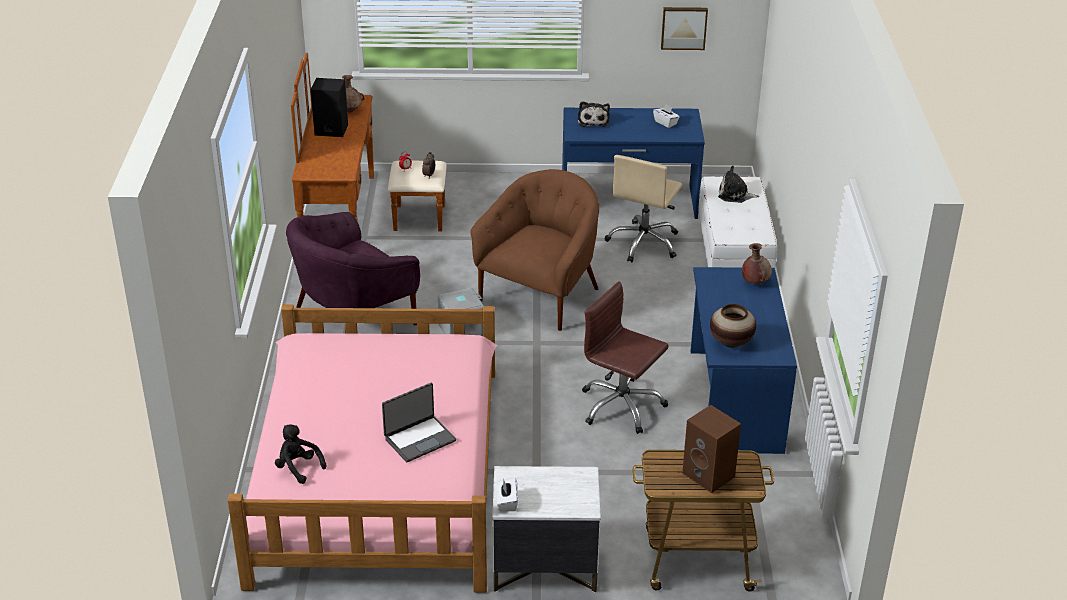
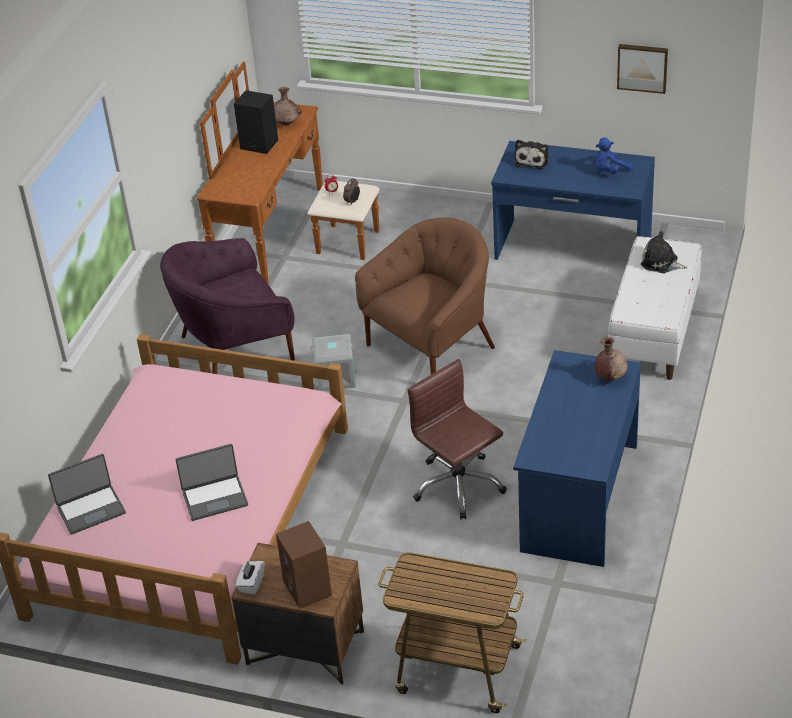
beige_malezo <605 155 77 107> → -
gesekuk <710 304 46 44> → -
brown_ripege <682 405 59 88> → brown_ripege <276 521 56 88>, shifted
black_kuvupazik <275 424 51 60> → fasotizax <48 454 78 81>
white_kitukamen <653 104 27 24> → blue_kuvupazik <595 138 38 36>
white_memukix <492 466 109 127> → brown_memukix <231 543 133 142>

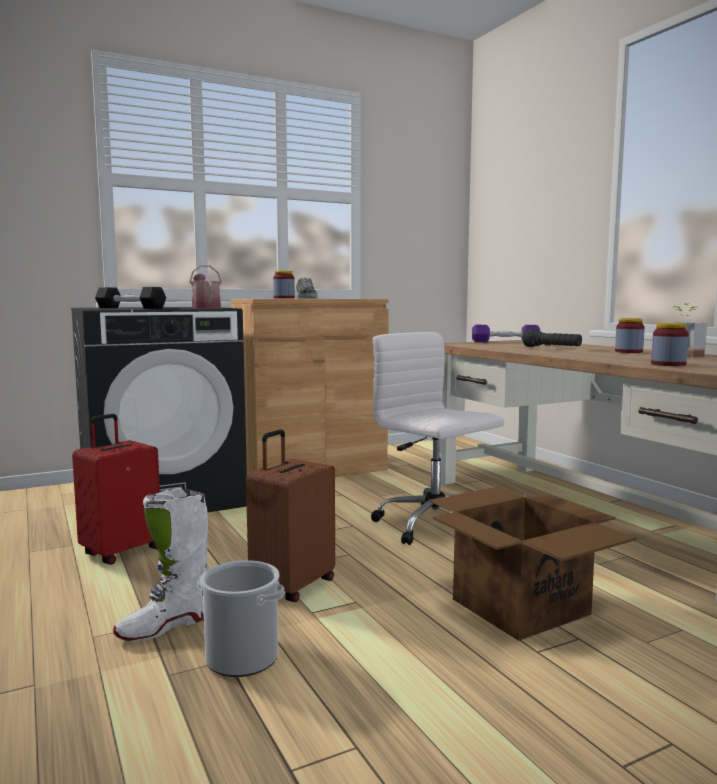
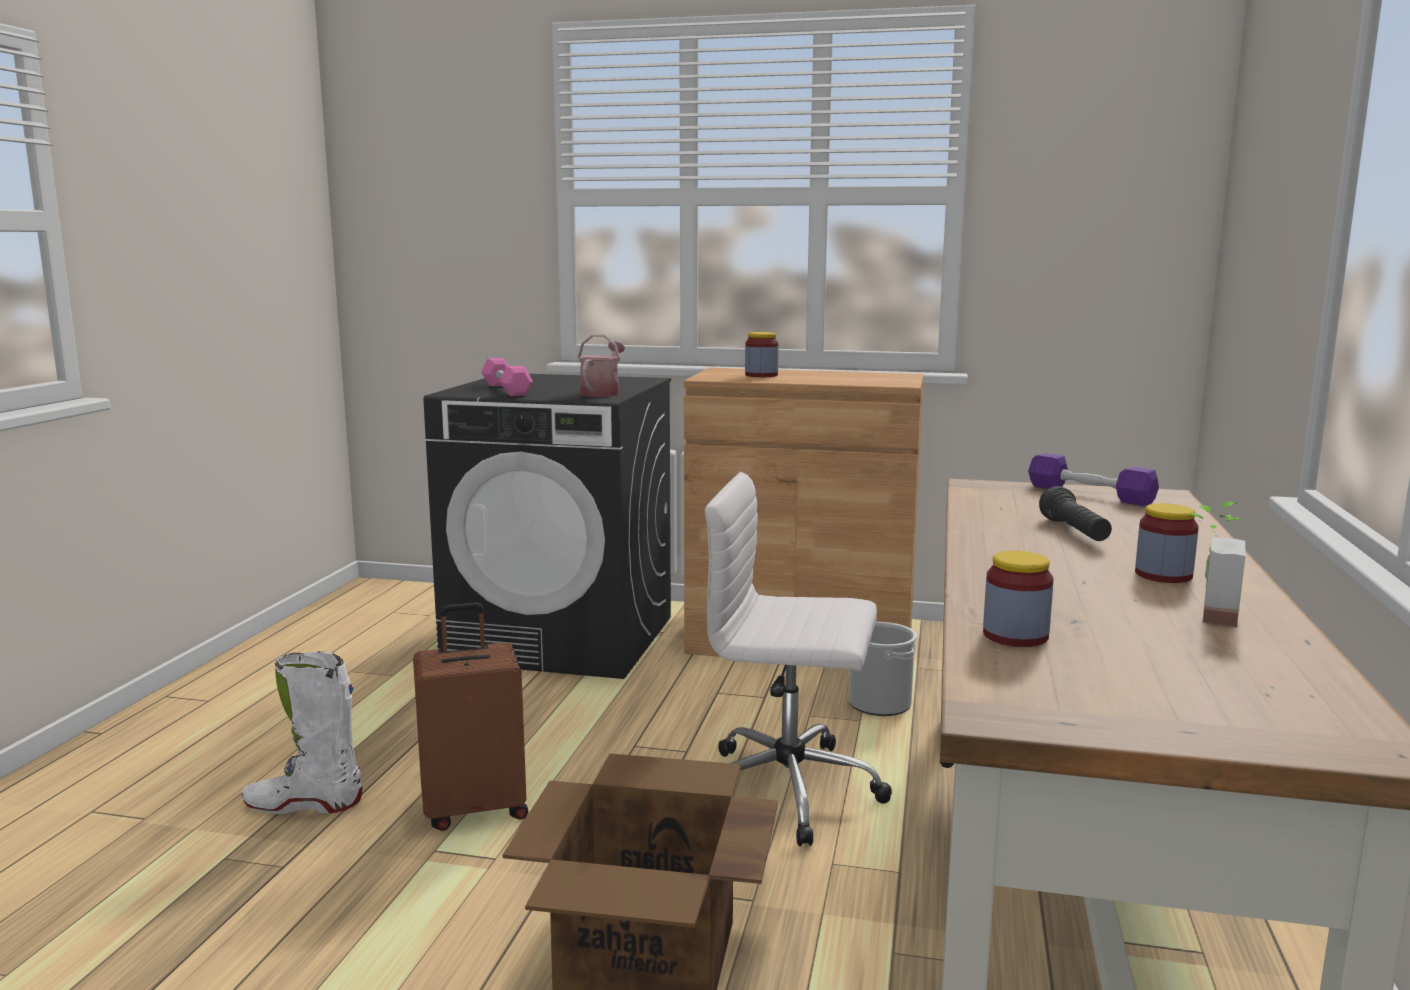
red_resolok <72 414 88 151> → -
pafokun <296 277 22 22> → -
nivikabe <198 560 86 117> → nivikabe <849 622 68 94>, shifted
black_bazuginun <95 287 71 22> → pink_bazuginun <481 358 52 38>
white_malezo <371 332 133 213> → white_malezo <705 472 187 374>, 75 degrees counterclockwise

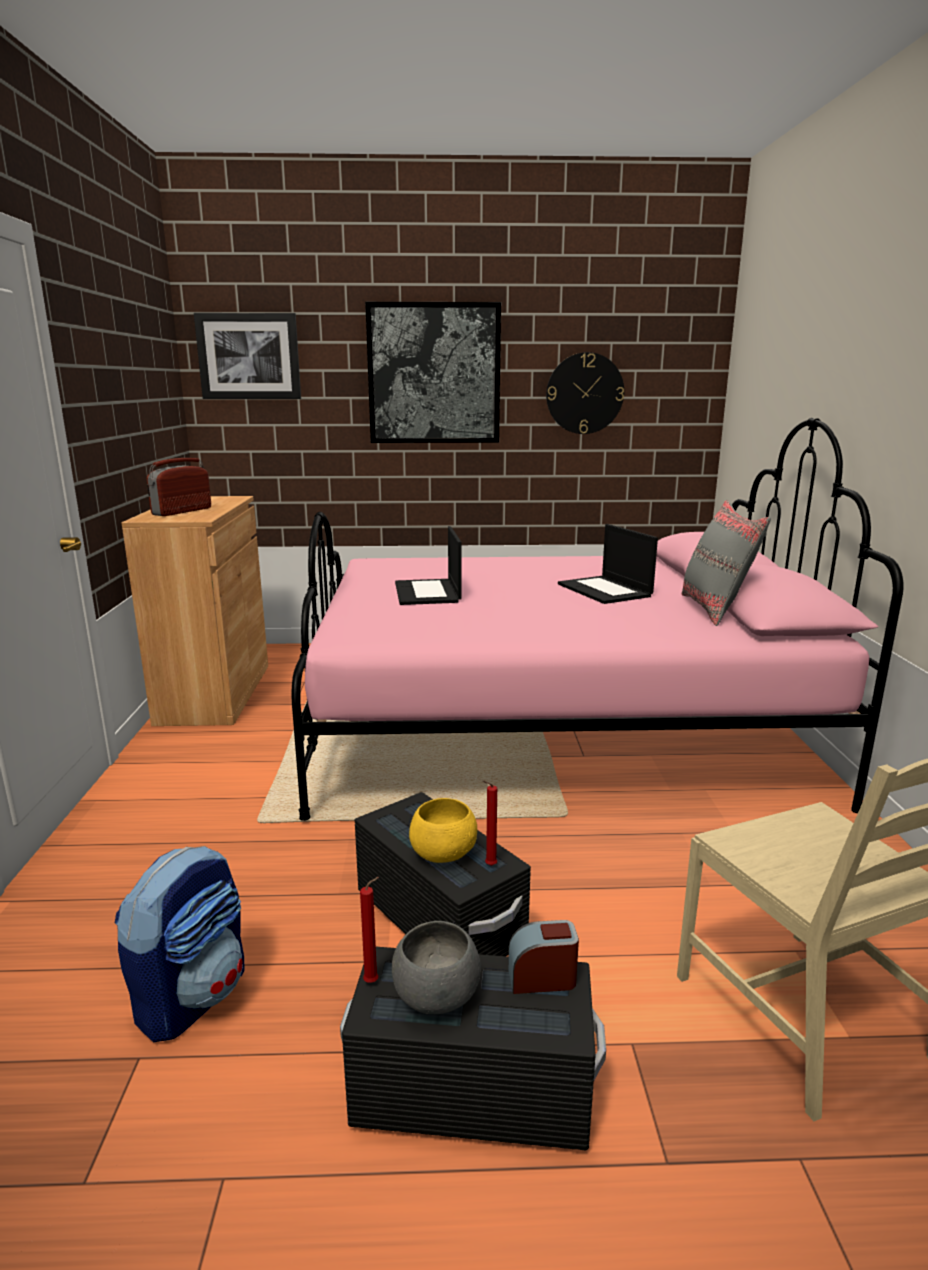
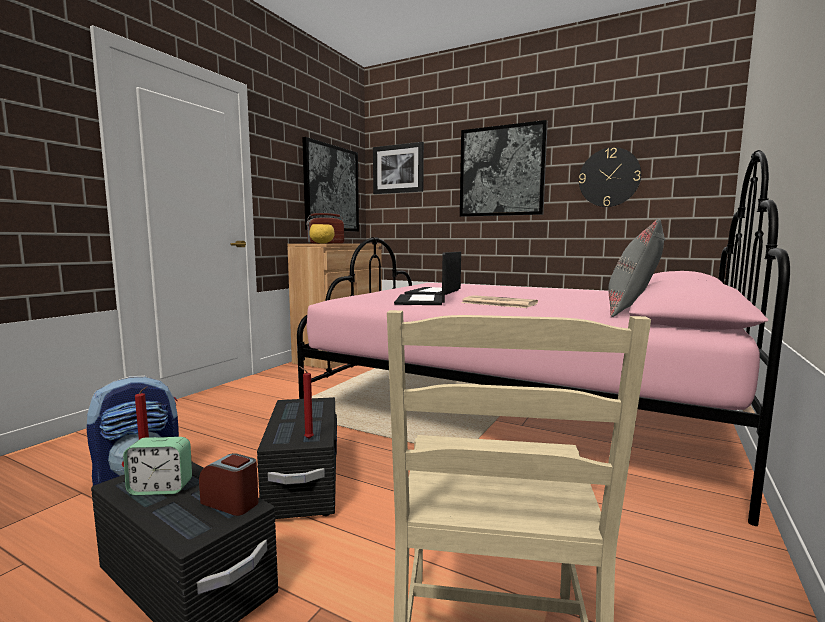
- → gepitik <302 137 57 95>
- → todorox <461 295 77 13>
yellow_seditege <409 798 68 65> → yellow_seditege <309 224 26 20>, shifted
fasotizax <558 524 100 80> → fasotizax <394 253 51 52>, shifted
grey_seditege <392 921 89 93> → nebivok <123 437 69 58>

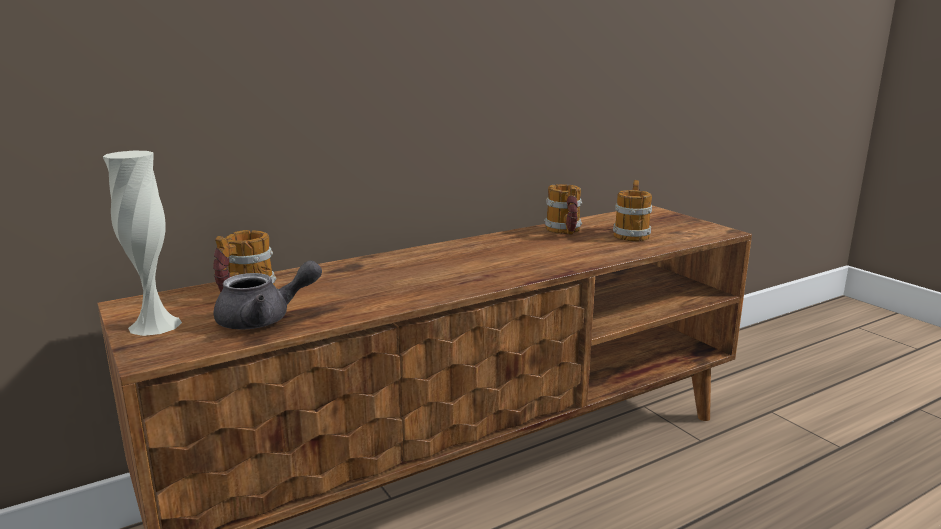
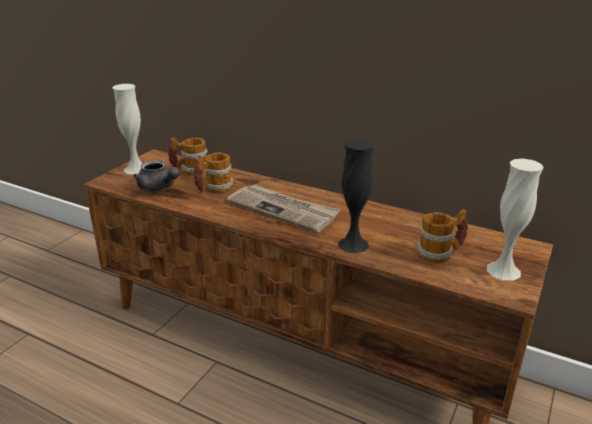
- → todorox <227 185 113 47>
- → black_gesekuk <338 139 36 114>
- → white_gesekuk <487 158 57 122>
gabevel <544 184 38 51> → gabevel <193 152 40 41>, shifted

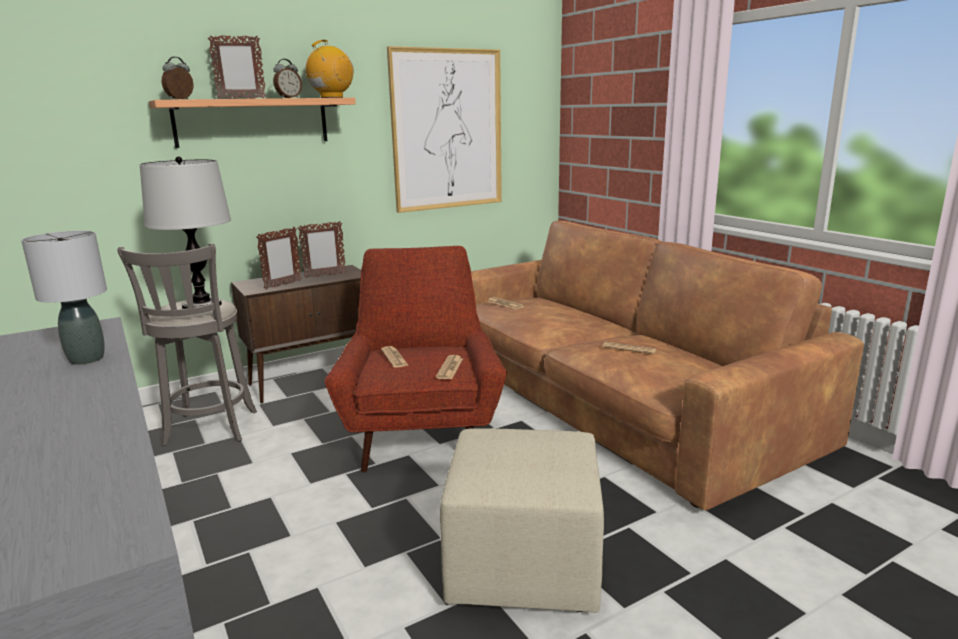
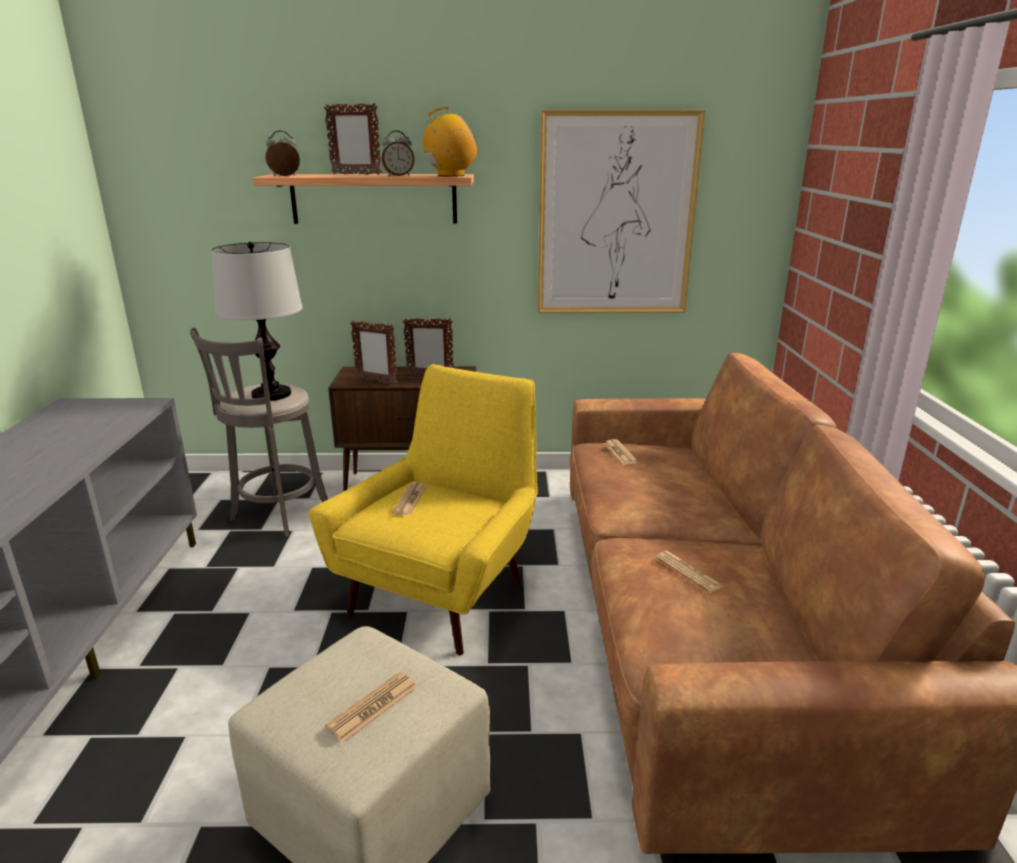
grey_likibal <21 231 86 134> → -
todorox <436 355 27 24> → todorox <325 672 93 71>, shifted
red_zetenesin <324 246 183 226> → yellow_zetenesin <309 364 229 291>
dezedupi <256 227 46 63> → dezedupi <350 321 48 64>, 45 degrees clockwise

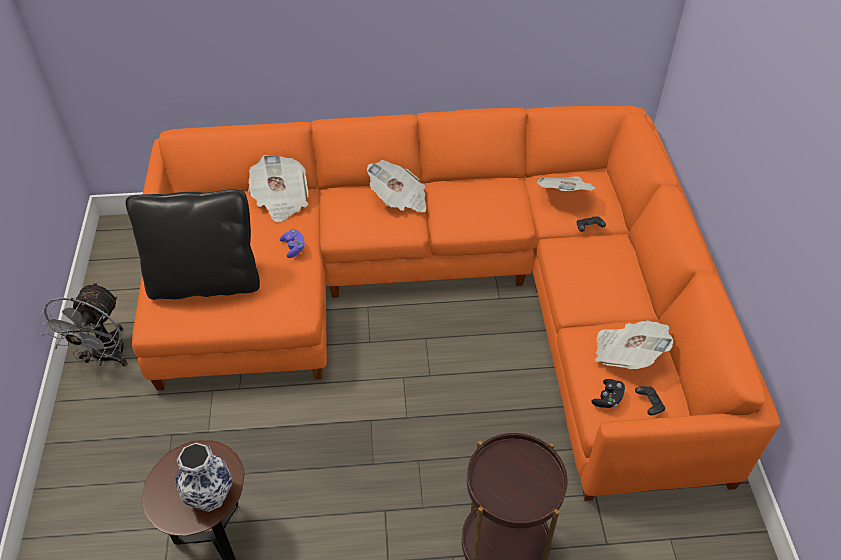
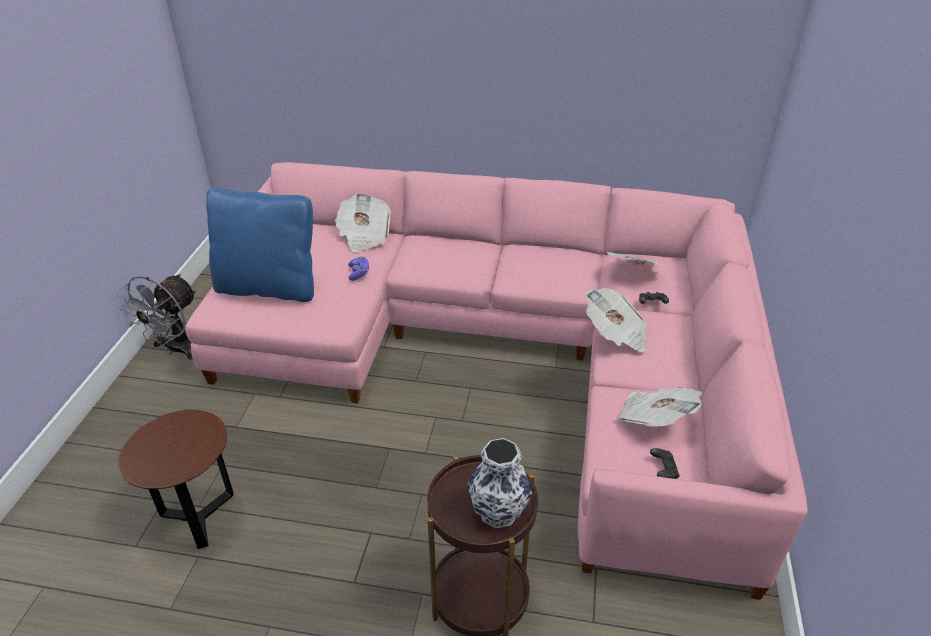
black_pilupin <591 379 34 29> → -
gesekuk <175 443 57 69> → gesekuk <467 438 65 90>, shifted
todorox <367 160 59 53> → todorox <586 288 62 65>, shifted
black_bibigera <126 189 134 111> → blue_bibigera <206 188 108 114>
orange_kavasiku <132 106 649 395> → pink_kavasiku <185 162 623 438>

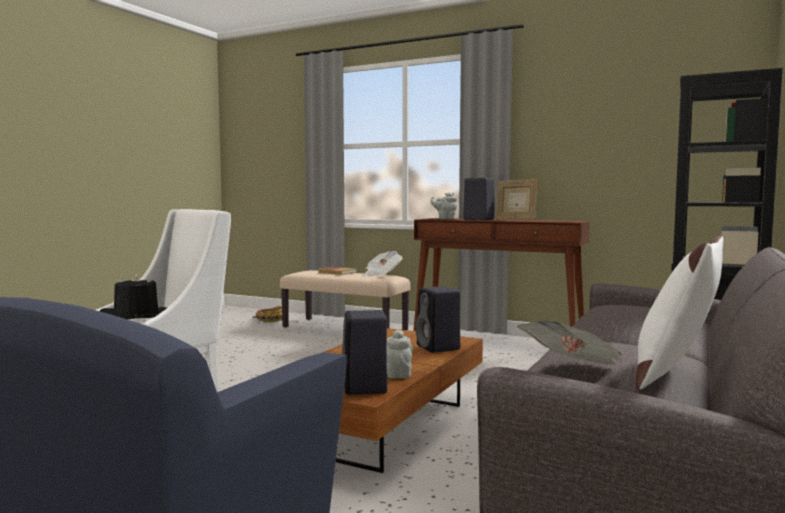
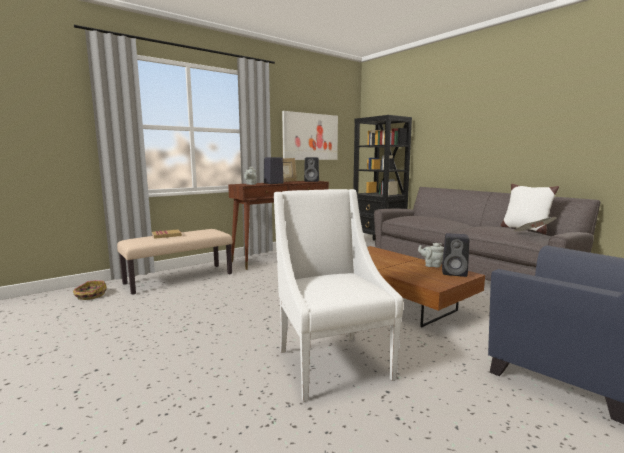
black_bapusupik <100 274 68 45> → -
todorox <364 251 38 26> → -
- → gepitik <282 111 56 49>
black_ripege <416 286 44 67> → black_ripege <304 157 15 25>, shifted

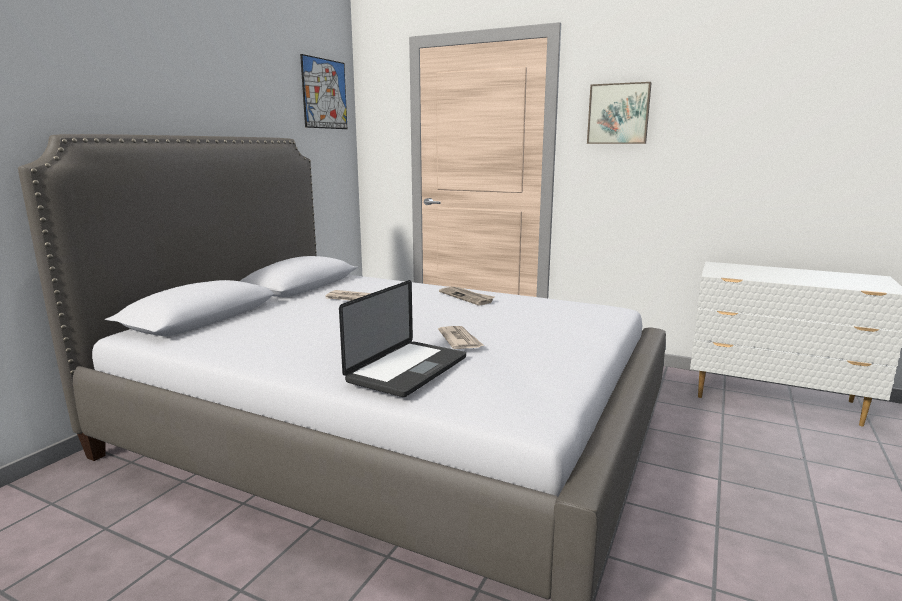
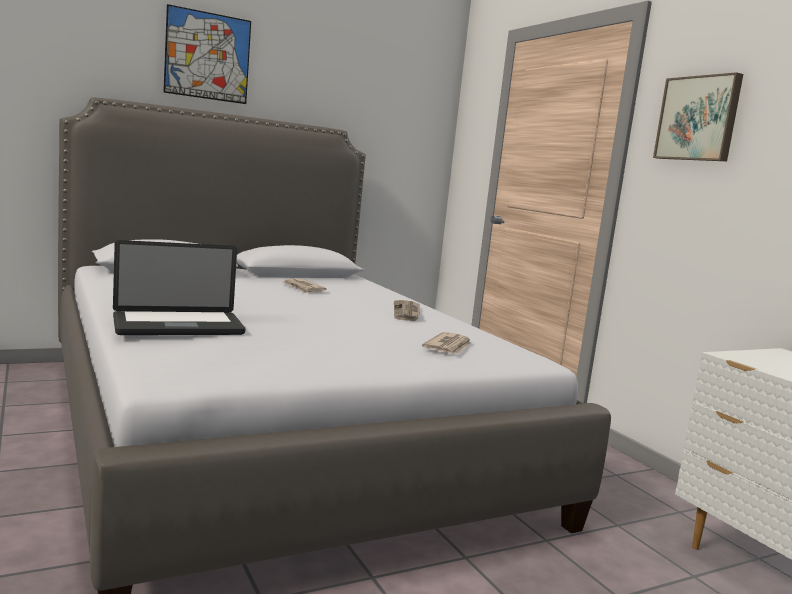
gepitik <300 54 47 75> → gepitik <163 4 88 100>, shifted
todorox <438 326 46 23> → todorox <422 332 49 22>, shifted

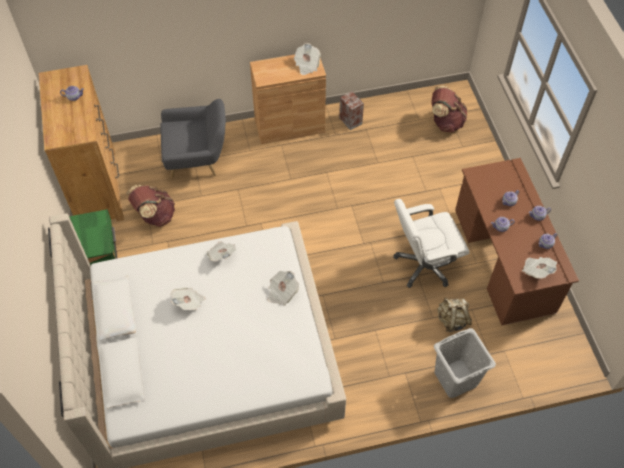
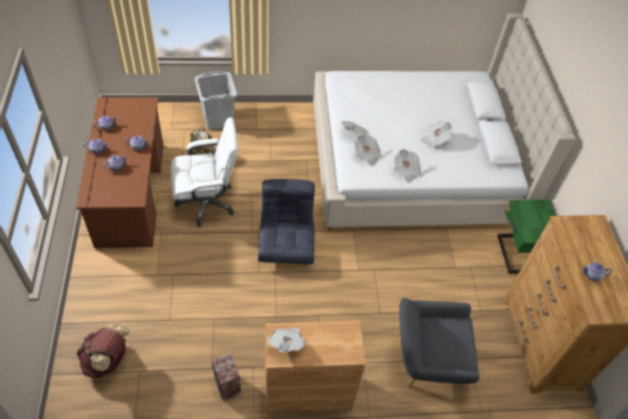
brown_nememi <126 185 49 42> → -
- → grey_zetenesin <258 179 57 85>
todorox <522 257 35 22> → todorox <354 134 28 33>, shifted

